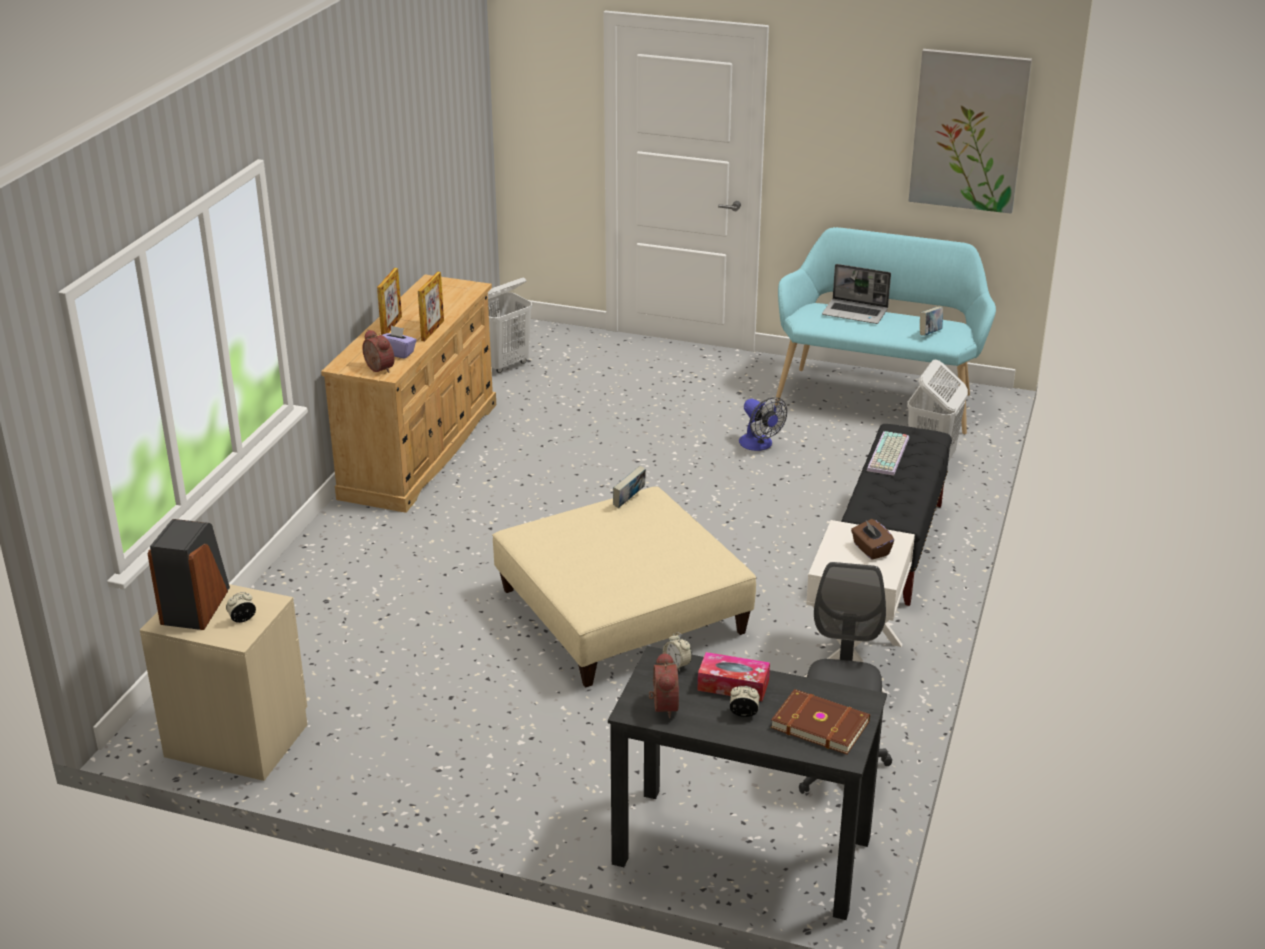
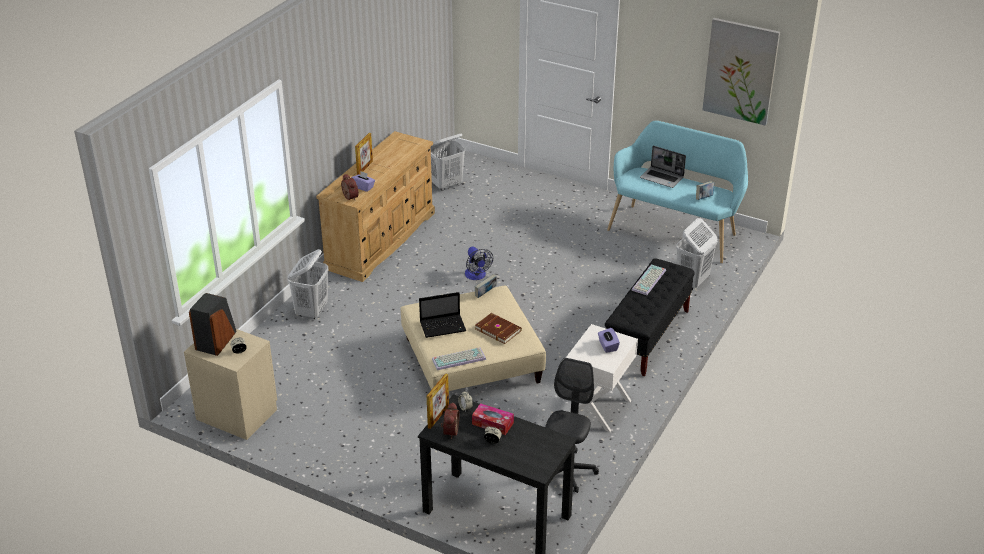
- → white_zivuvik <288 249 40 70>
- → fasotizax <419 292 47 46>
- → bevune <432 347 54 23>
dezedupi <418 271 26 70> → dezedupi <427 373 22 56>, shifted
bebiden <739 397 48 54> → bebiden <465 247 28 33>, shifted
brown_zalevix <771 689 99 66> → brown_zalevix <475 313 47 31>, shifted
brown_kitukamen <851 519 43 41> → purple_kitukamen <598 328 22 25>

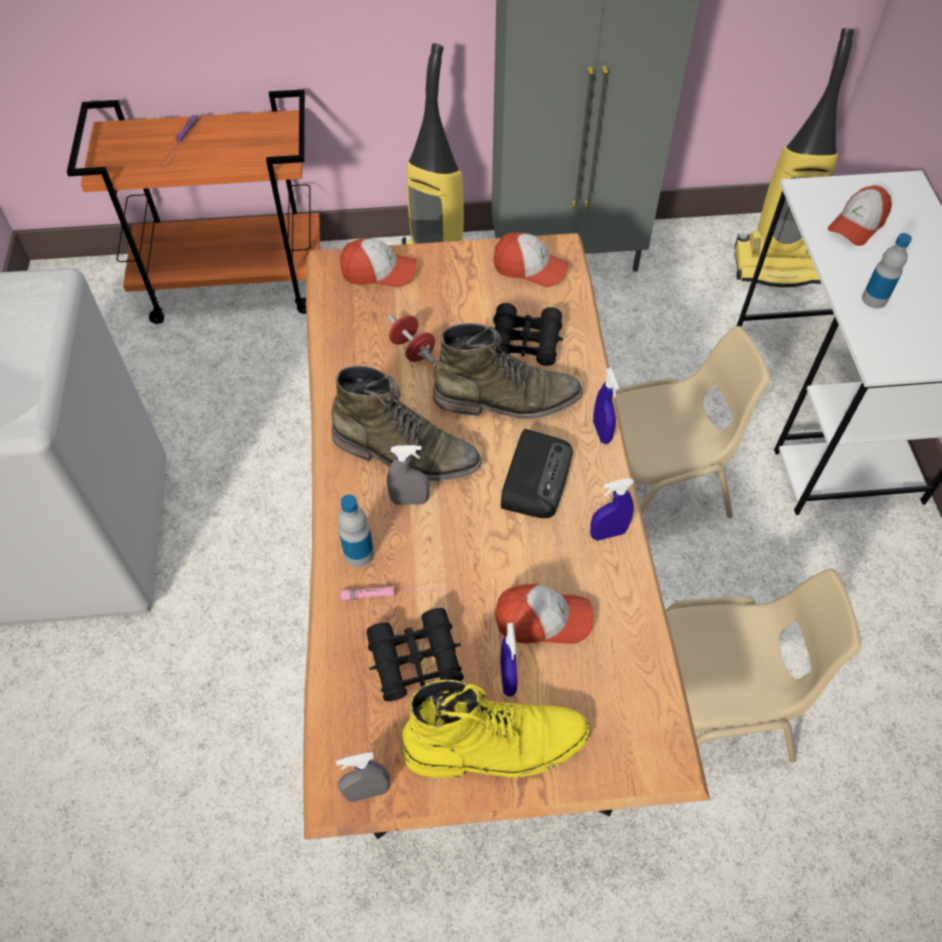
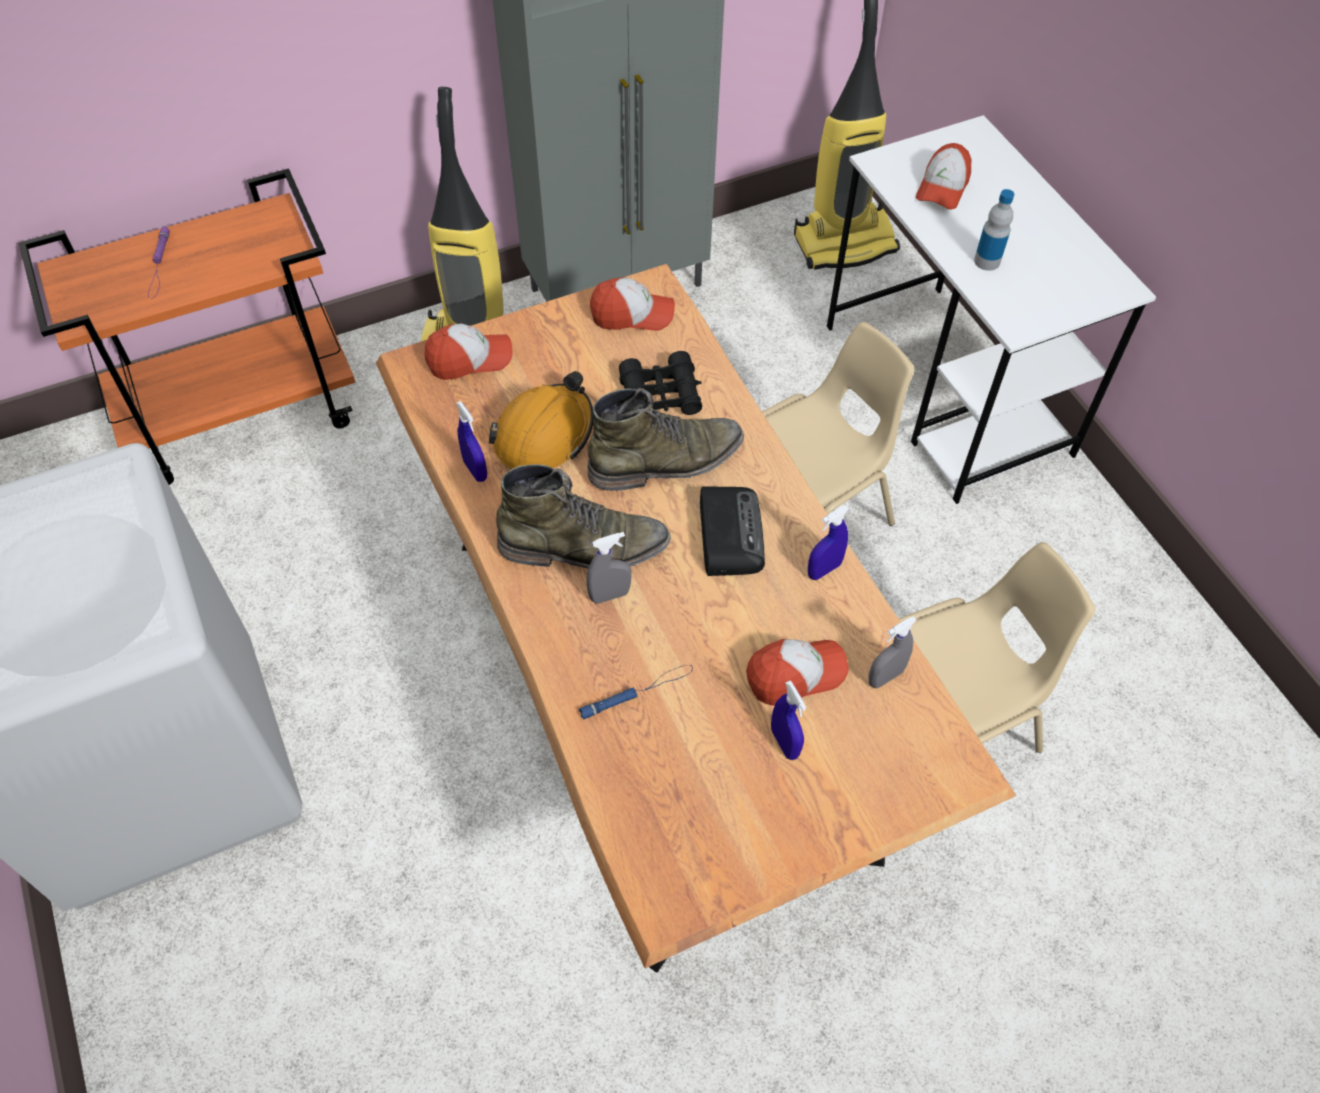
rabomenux <338 495 36 72> → -
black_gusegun <366 608 98 93> → -
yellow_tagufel <402 680 188 98> → -
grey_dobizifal <336 752 54 50> → grey_dobizifal <868 616 49 72>, shifted
blue_dobizifal <593 368 26 76> → blue_dobizifal <456 401 31 81>, shifted
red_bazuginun <388 315 48 49> → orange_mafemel <489 371 104 98>
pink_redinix <340 581 114 20> → blue_redinix <579 665 114 55>

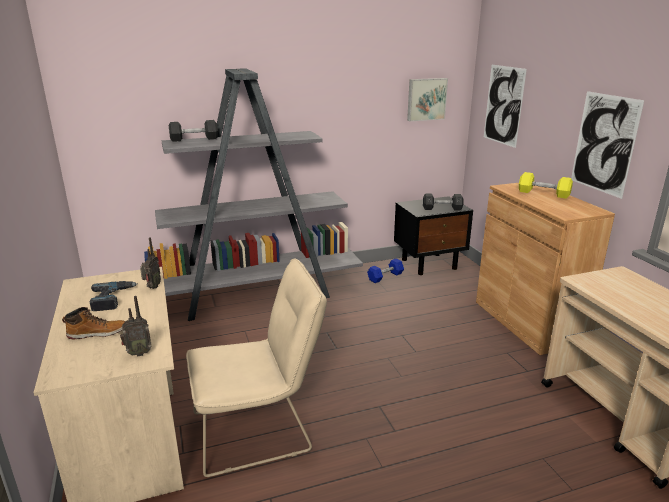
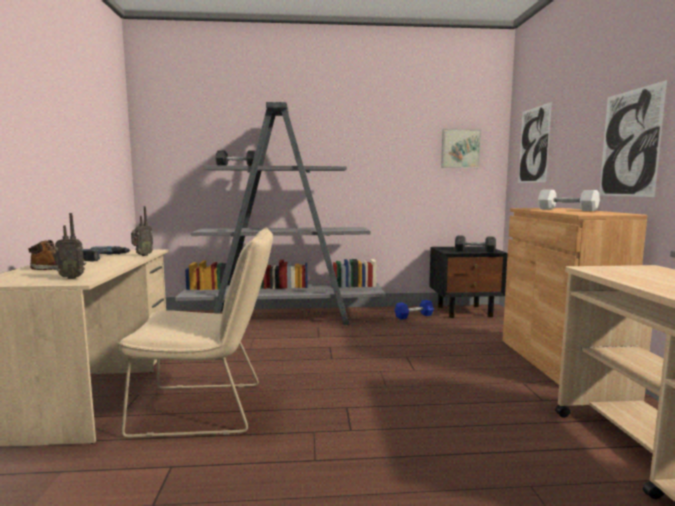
yellow_bazuginun <519 172 54 27> → white_bazuginun <538 190 62 21>

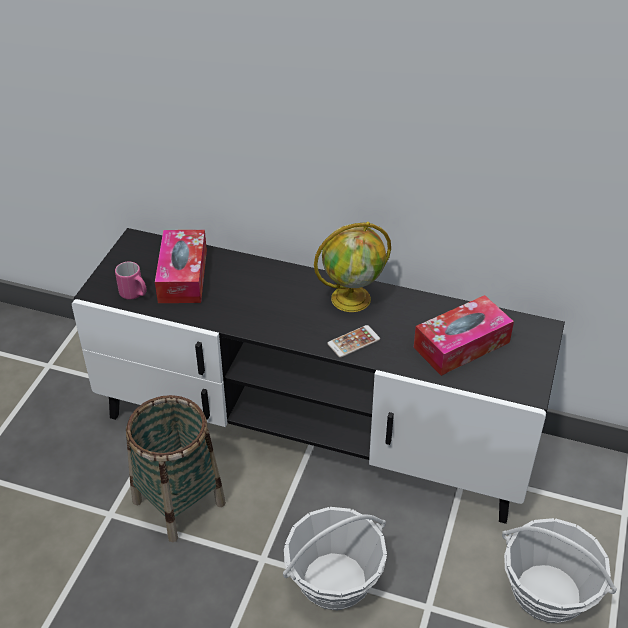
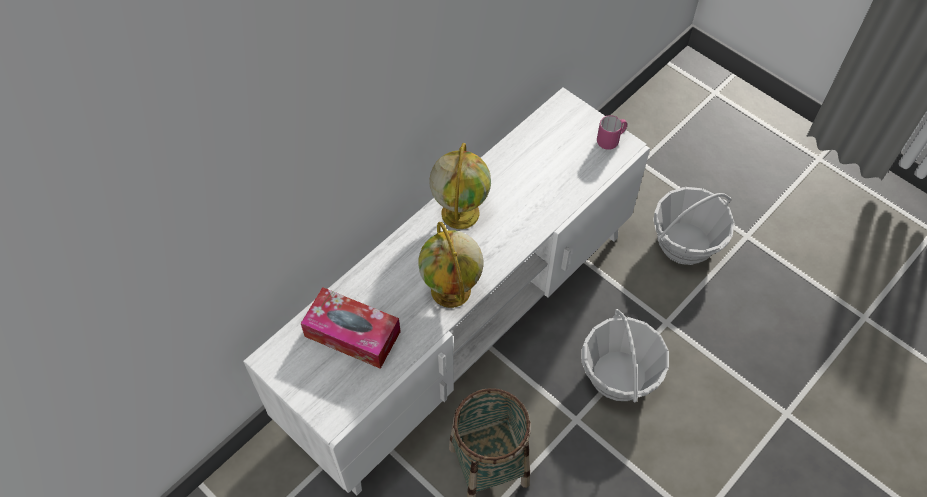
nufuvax <327 325 53 33> → -
kitukamen <413 295 101 81> → -
- → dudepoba <418 222 65 86>
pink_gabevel <115 262 32 38> → pink_gabevel <597 115 30 35>, shifted
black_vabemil <72 228 493 296> → white_vabemil <243 87 407 408>

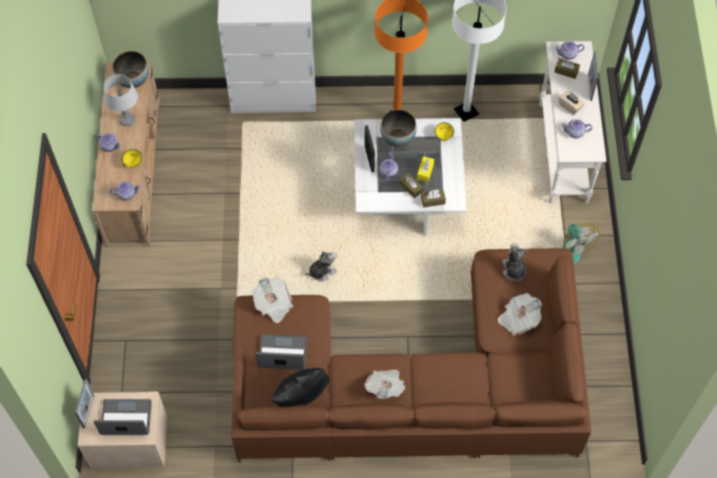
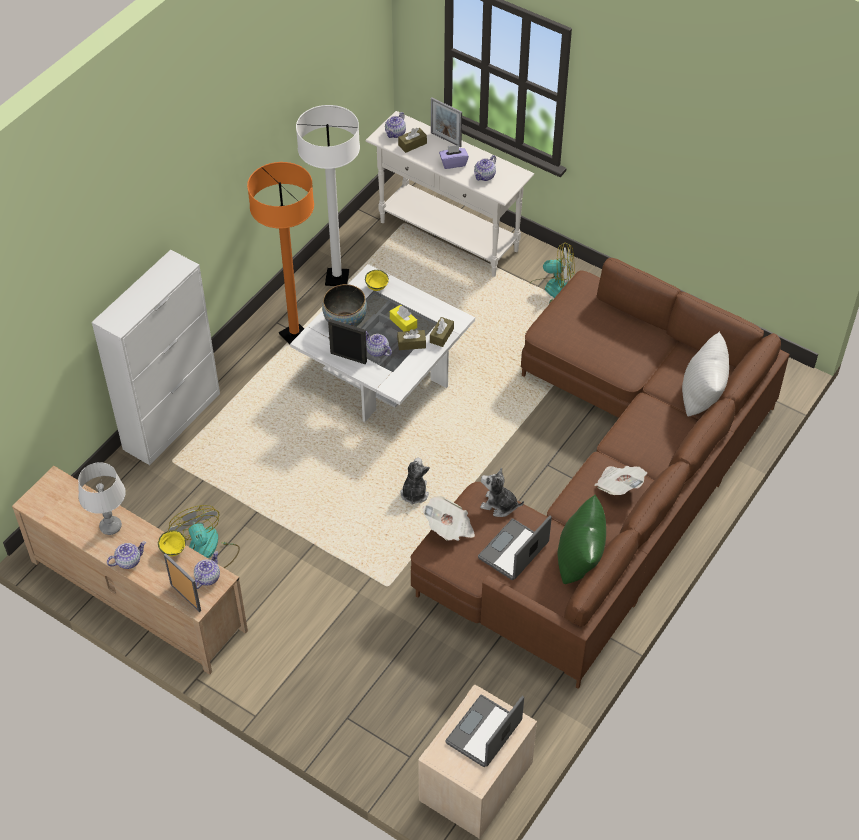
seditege <112 51 37 37> → -
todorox <498 293 44 43> → -
- → bebiden <168 505 72 63>
- → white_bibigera <682 332 47 84>
dezedupi <75 379 19 49> → dezedupi <164 553 37 59>, shifted
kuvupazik <502 243 26 39> → kuvupazik <480 467 44 50>, shifted
black_bibigera <272 368 57 39> → green_bibigera <557 495 49 89>
beige_kitukamen <559 91 26 24> → purple_kitukamen <439 145 30 24>

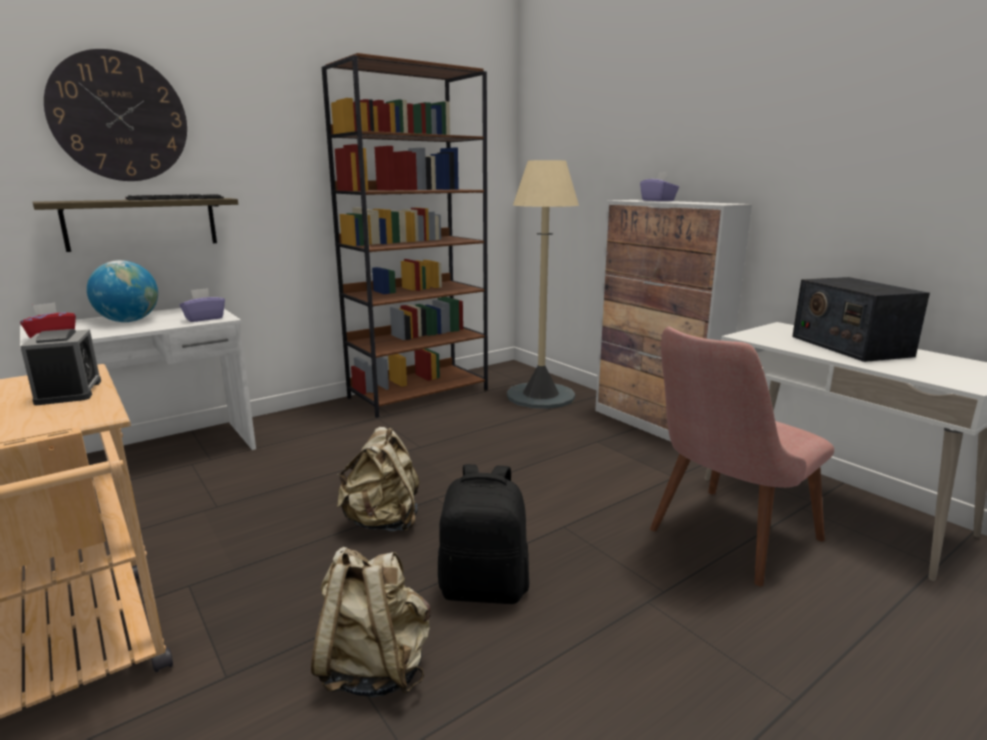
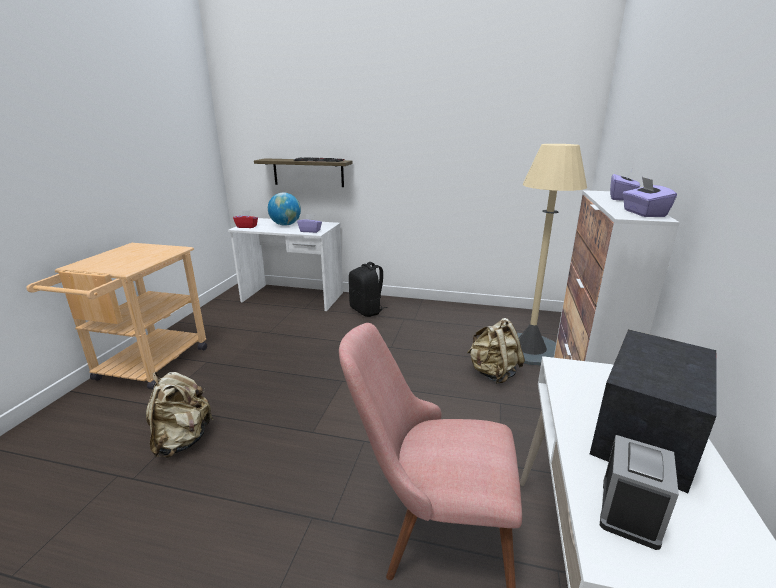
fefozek <44 49 143 132> → -
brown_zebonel <322 53 166 365> → -
- → purple_kitukamen <622 177 55 40>
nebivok <20 329 81 76> → nebivok <600 435 79 115>, shifted
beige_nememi <337 427 83 105> → beige_nememi <467 318 58 66>, shifted
black_nememi <438 464 91 140> → black_nememi <349 262 39 55>, shifted

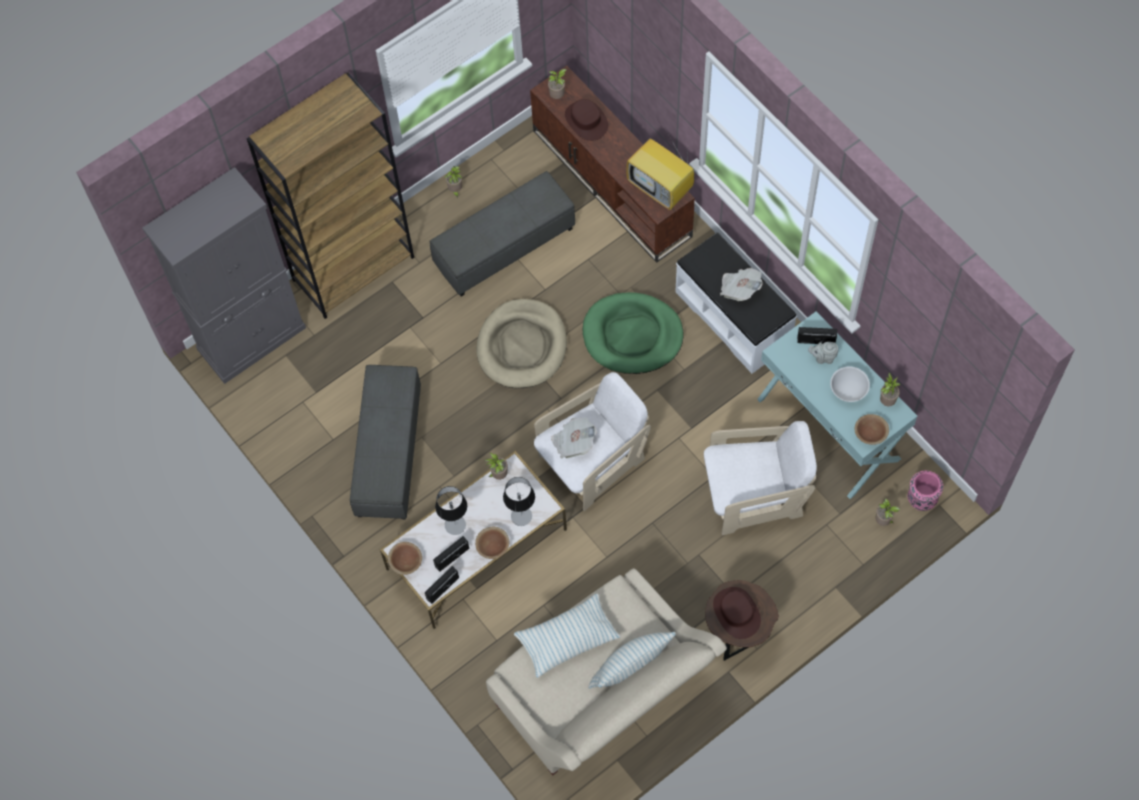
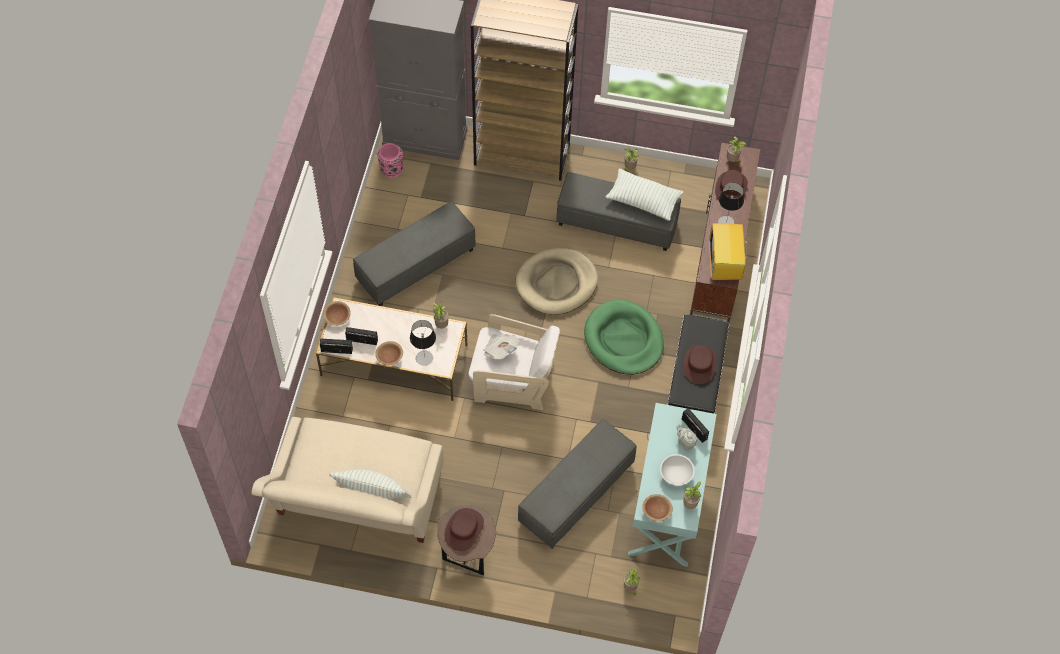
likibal <435 486 32 49> → likibal <718 182 26 42>, shifted
bibigera <514 593 106 85> → bibigera <605 168 79 53>, shifted
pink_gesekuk <908 471 35 40> → pink_gesekuk <377 143 27 35>, shifted
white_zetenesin <704 421 113 114> → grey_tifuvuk <518 419 118 129>
todorox <720 268 43 33> → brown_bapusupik <683 345 34 39>

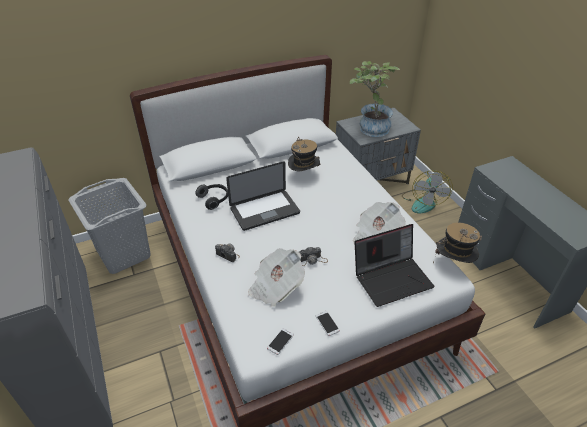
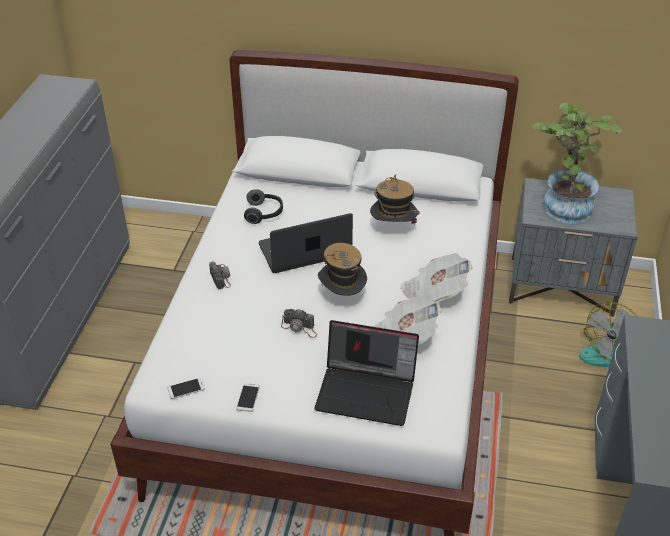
grey_zivuvik <68 178 83 96> → -
todorox <248 248 57 59> → todorox <400 253 72 49>, shifted
bapusupik <433 222 49 41> → bapusupik <318 243 49 53>, shifted
fasotizax <226 161 74 70> → fasotizax <259 213 94 60>, 150 degrees clockwise

